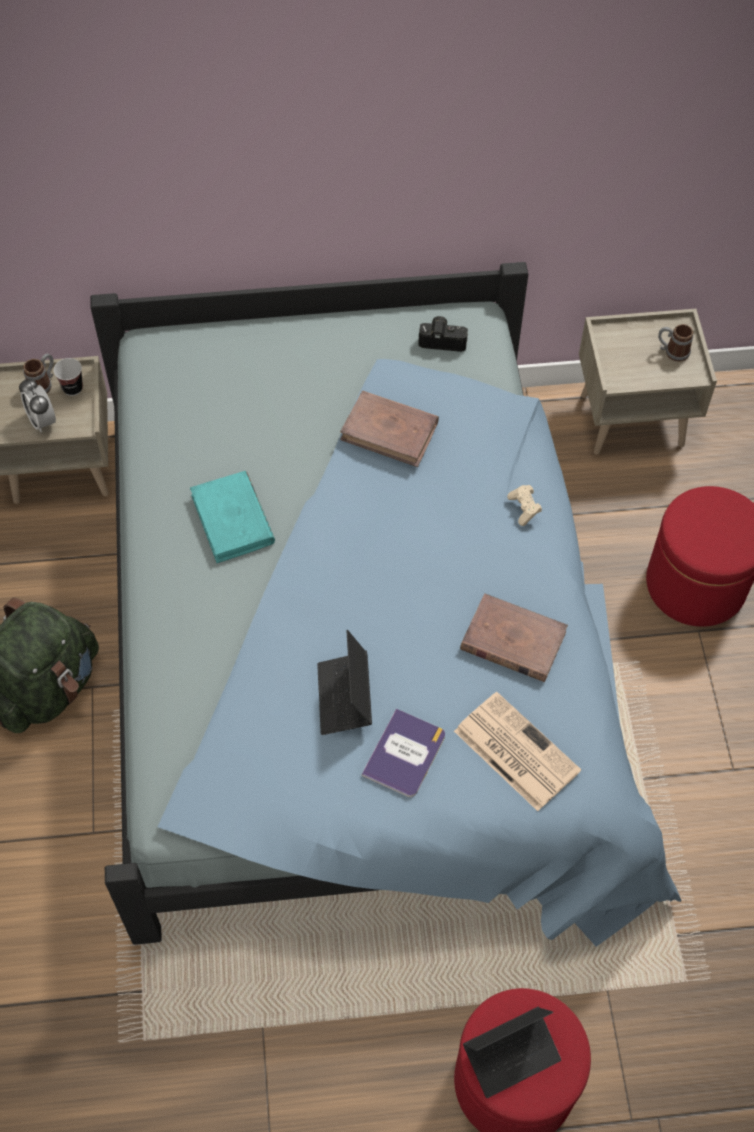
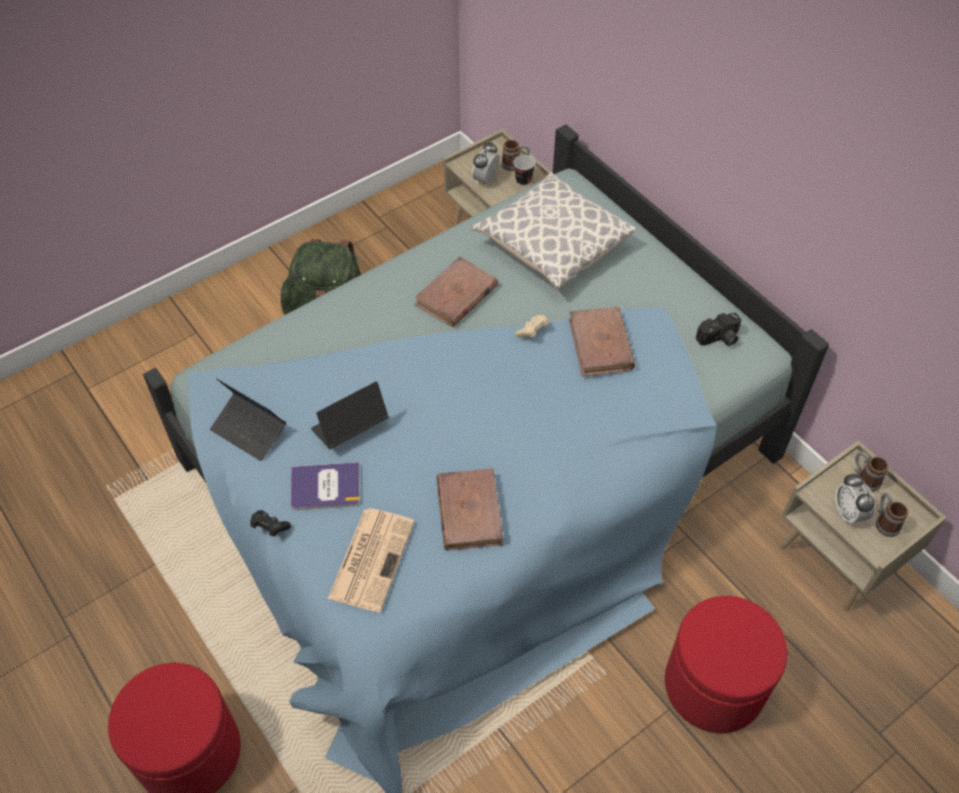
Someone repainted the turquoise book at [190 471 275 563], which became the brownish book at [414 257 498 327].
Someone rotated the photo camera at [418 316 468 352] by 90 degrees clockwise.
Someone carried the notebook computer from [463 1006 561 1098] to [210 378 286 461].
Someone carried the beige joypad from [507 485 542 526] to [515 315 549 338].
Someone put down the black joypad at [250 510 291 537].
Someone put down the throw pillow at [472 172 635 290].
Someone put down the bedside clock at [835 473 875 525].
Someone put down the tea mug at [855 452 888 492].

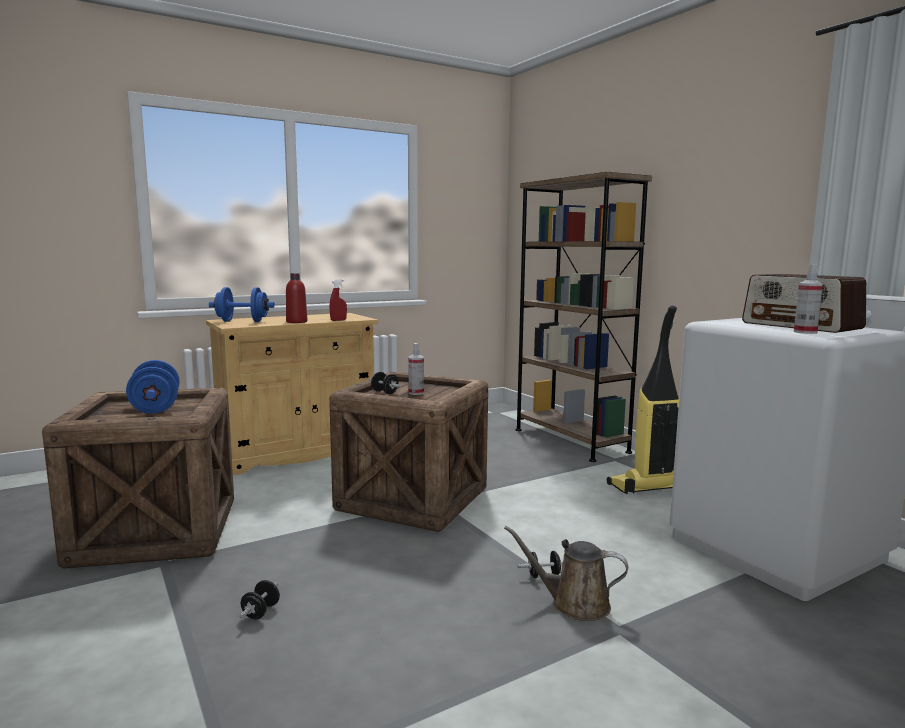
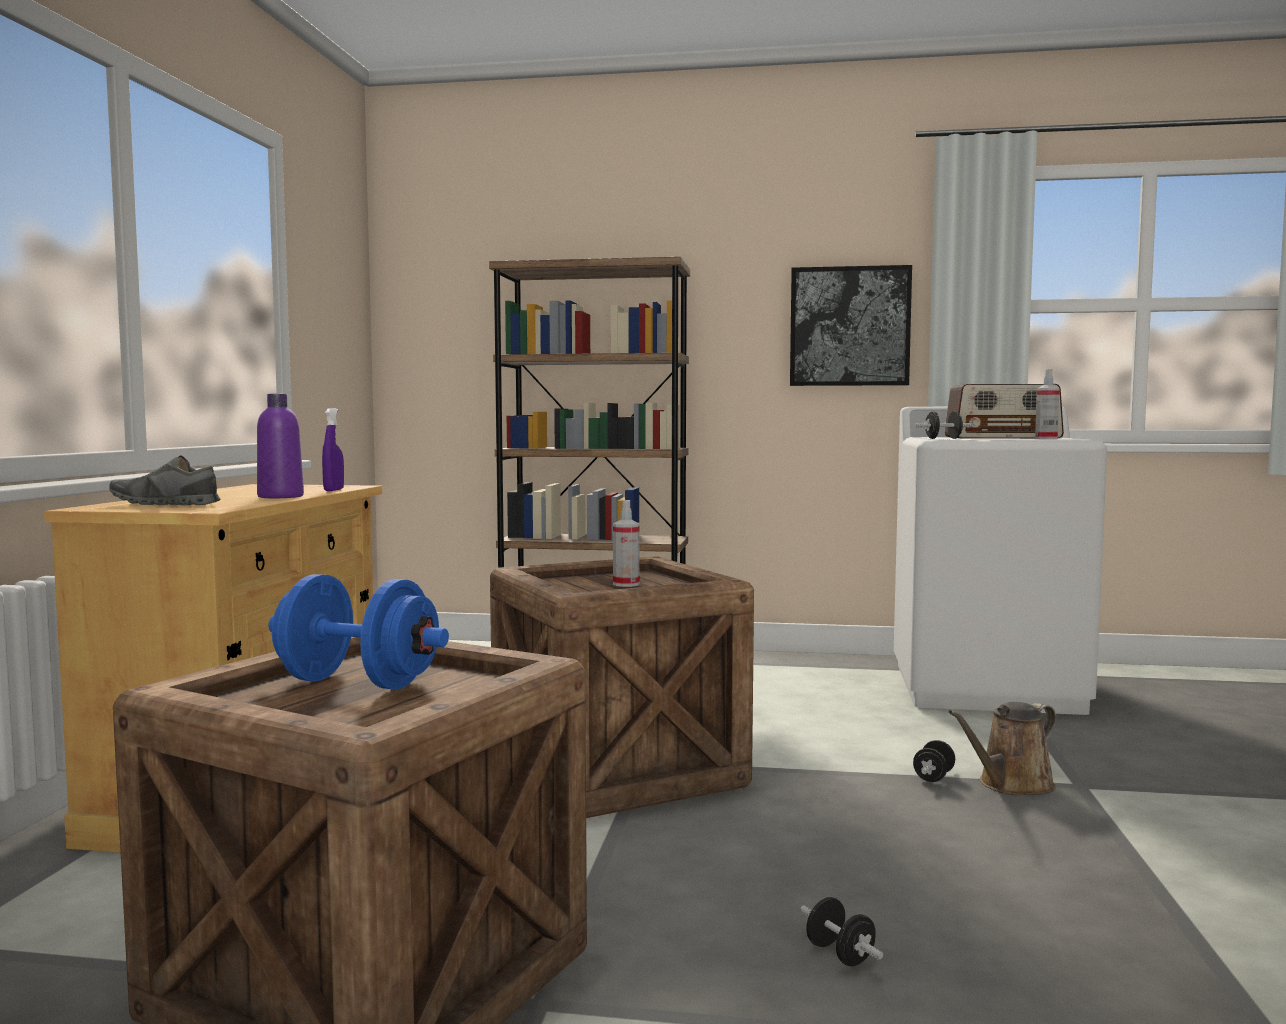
Someone swapped the blue-coloured hand weight at [209 287 275 322] for the greyish low shoe at [109 456 220 505].
Someone repainted the reddish bottle at [286 273 307 323], which became the purple-coloured bottle at [257 394 304 498].
Someone repainted the reddish spray bottle at [330 279 347 321], which became the purple-coloured spray bottle at [322 408 344 491].
Someone carried the black hand weight from [369 372 400 394] to [915 411 973 439].
Someone took away the hoover at [607 305 679 494].
Someone put up the wall picture at [790 265 912 386].

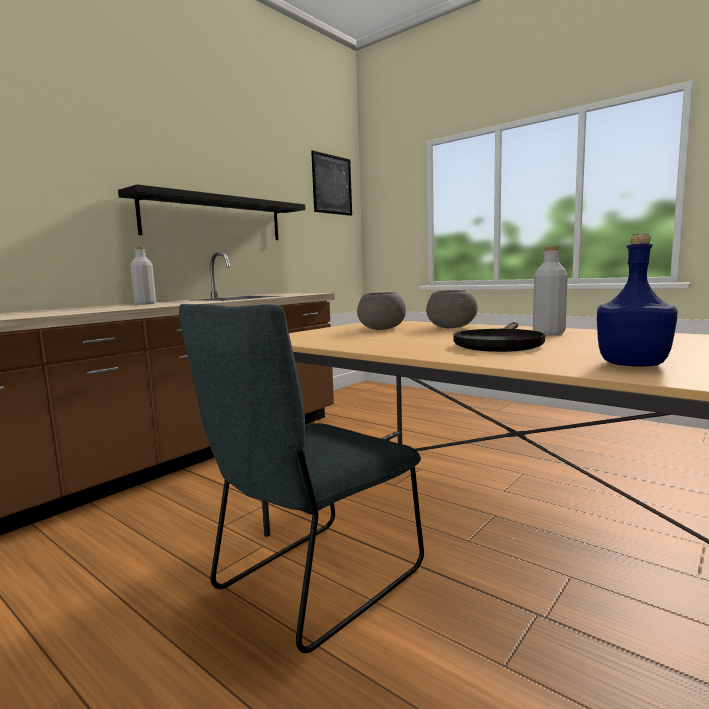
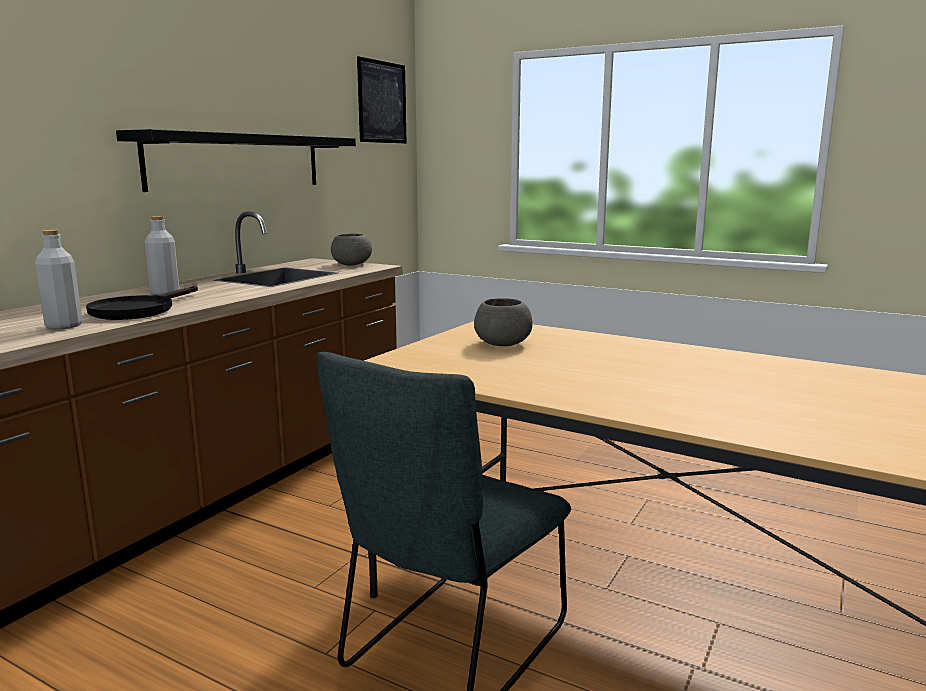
Someone carried the greyish bowl from [426 290 478 328] to [331 234 372 266].
Someone carried the black pan from [454 322 545 352] to [86 286 198 320].
Someone carried the greyish bottle from [533 247 568 335] to [35 230 83 329].
Someone took away the blue-coloured bottle at [597 233 678 367].

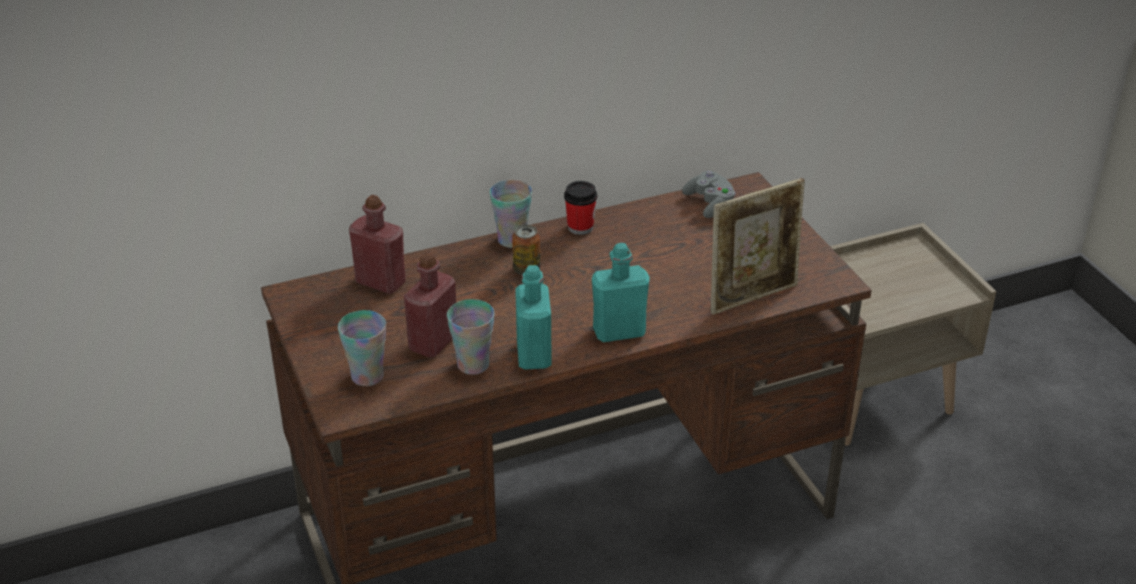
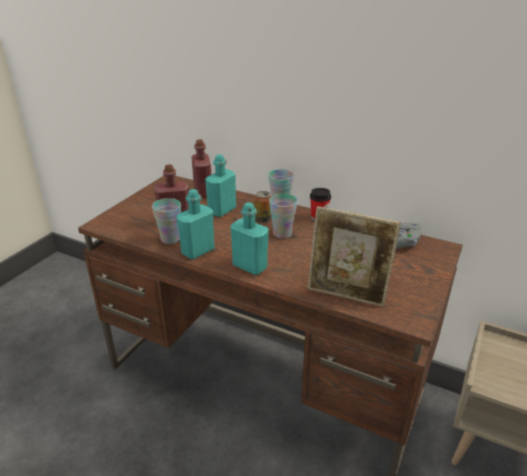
Someone carried the cup from [338 310 386 386] to [269 193 298 239].
Someone put down the turquoise bottle at [205 154 236 217].

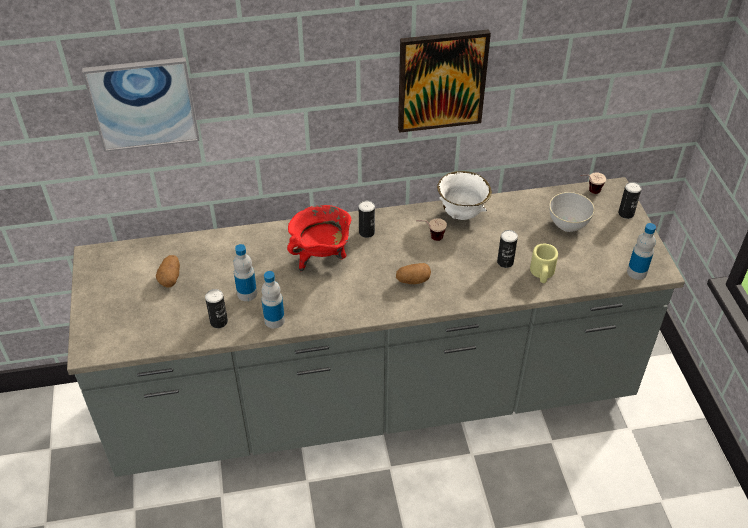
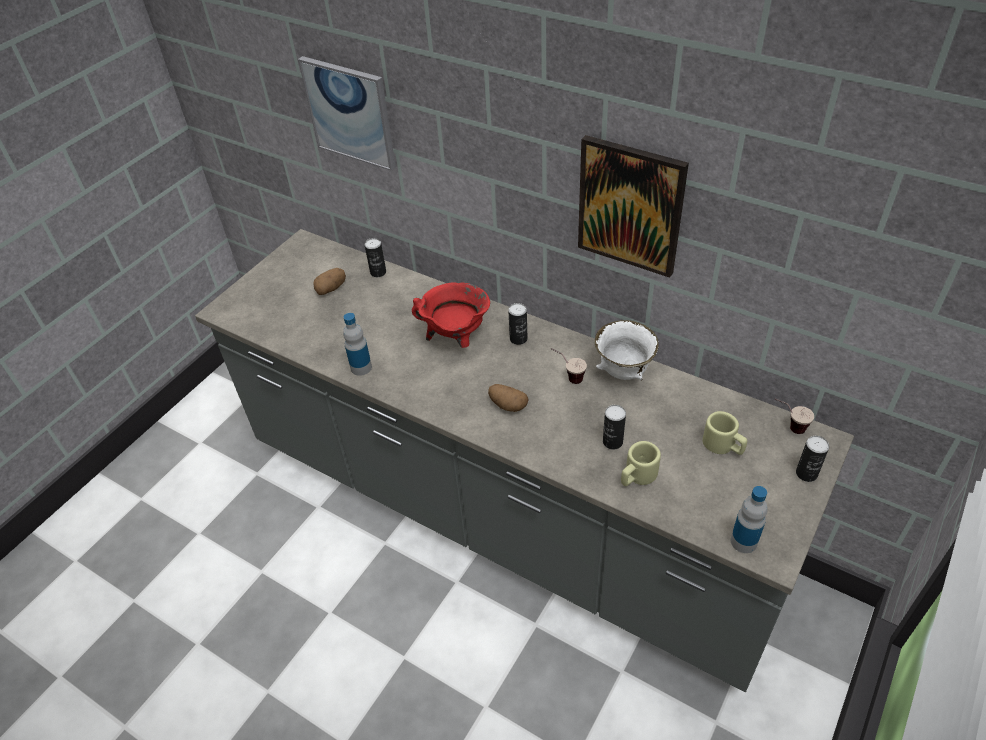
Someone carried the metal can from [205 289 228 328] to [365 238 386 277].
Someone took away the bottle at [233 244 257 301].
Someone swapped the greyish bowl at [550 192 595 232] for the beige tea mug at [702 411 747 455].

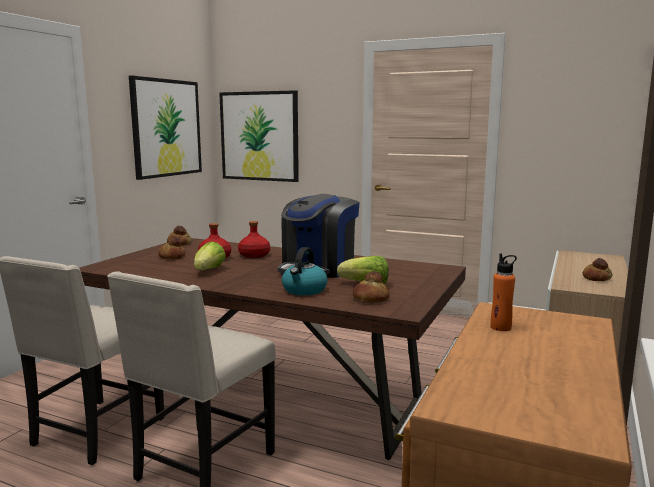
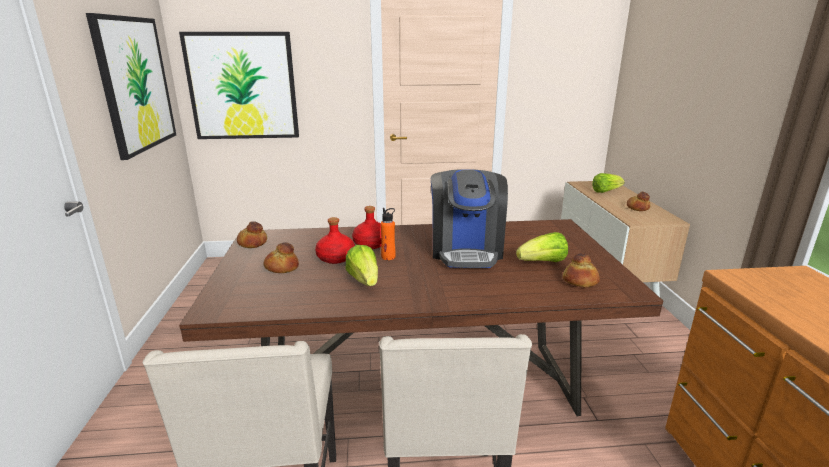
Someone took away the water kettle at [282 247 328 295].
Someone carried the orangey bottle from [490 253 517 331] to [380 208 396 260].
Someone put down the lettuce at [592 173 625 193].

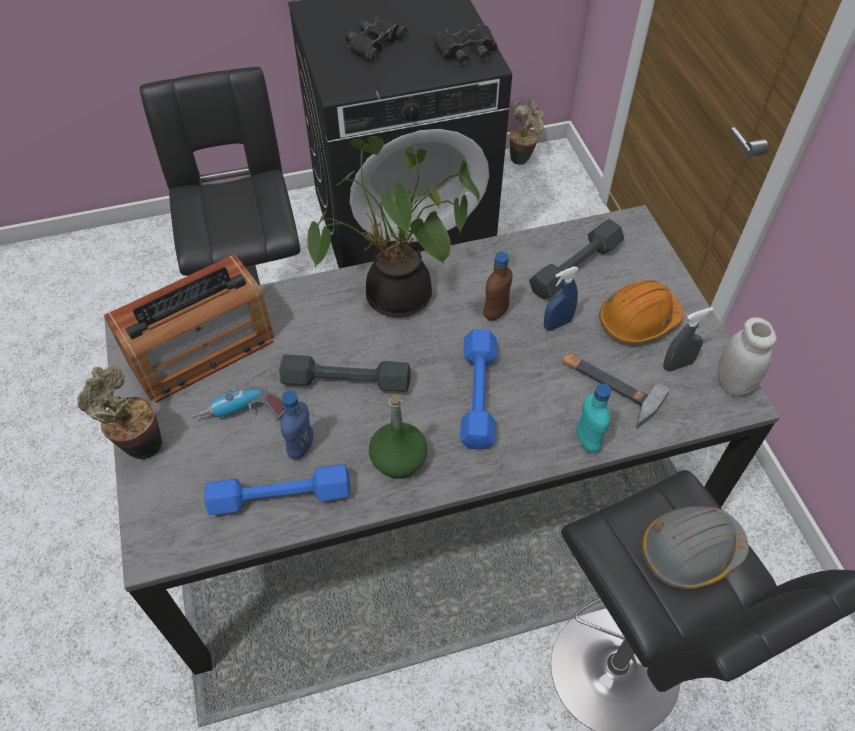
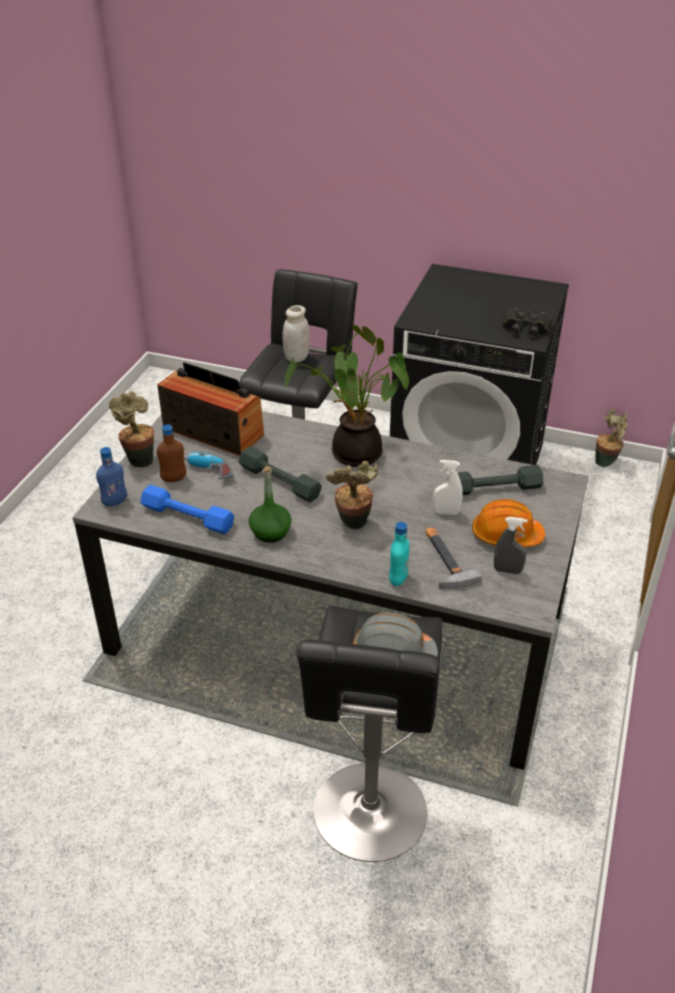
Someone rotated the radio receiver at [104 254 274 403] by 150 degrees counterclockwise.
Someone carried the blue-coloured bottle from [280 391 314 460] to [96 447 127 507].
Someone took away the black field glasses at [345 17 407 62].
Someone swapped the blue-coloured hand weight at [460 329 498 449] for the houseplant at [326 461 378 529].
Someone carried the brownish bottle from [484 252 512 320] to [157 424 186 482].
Someone repainted the blue-coloured spray bottle at [544 267 579 331], which became the white spray bottle at [433 460 463 515].
Someone carried the white preserve jar from [718 317 777 397] to [282 305 310 363].

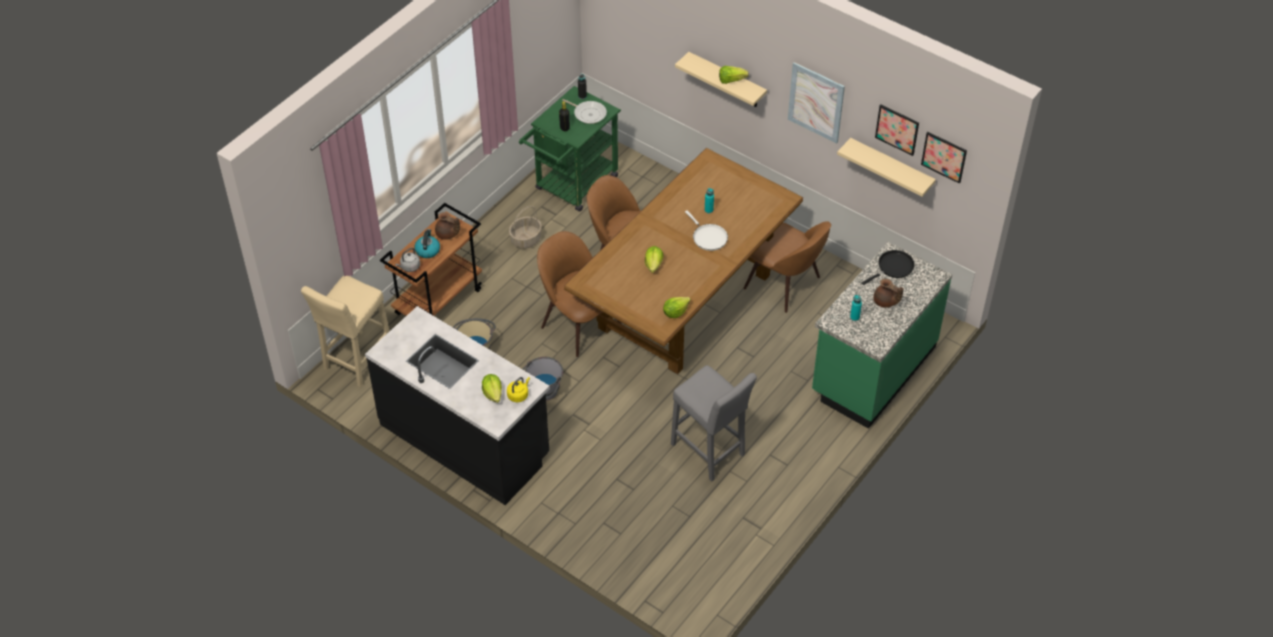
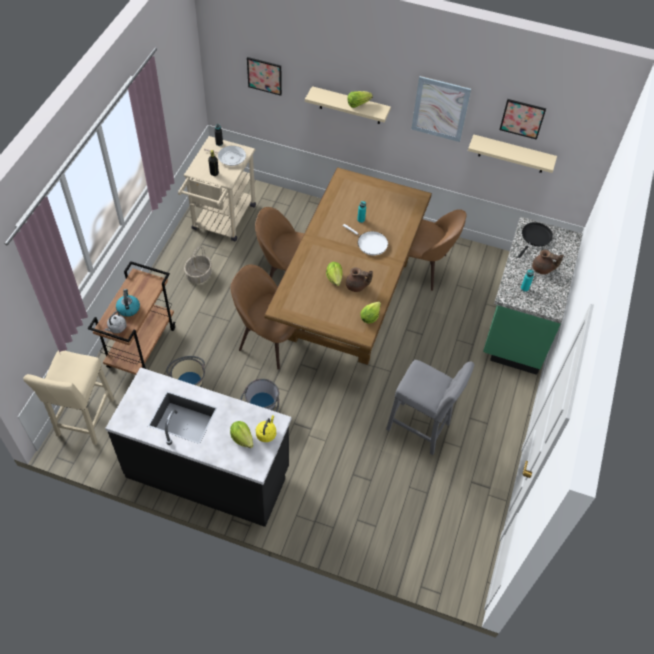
Someone carried the brownish teapot from [435 212 460 240] to [346 267 373 292].
Someone repainted the green-coloured cart at [519 86 621 212], which became the beige cart at [178 136 256 242].
Someone carried the wall picture from [921 132 967 184] to [247 57 282 96].

